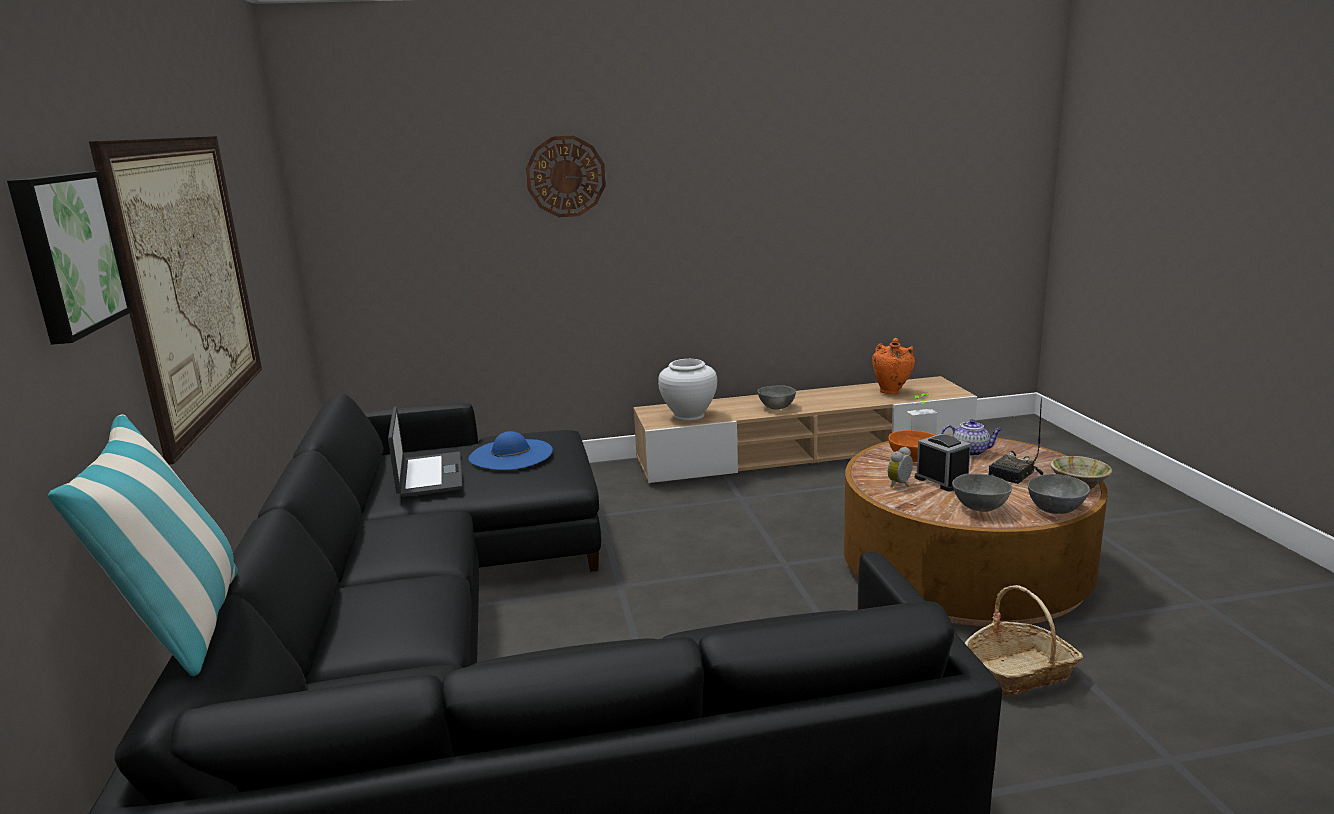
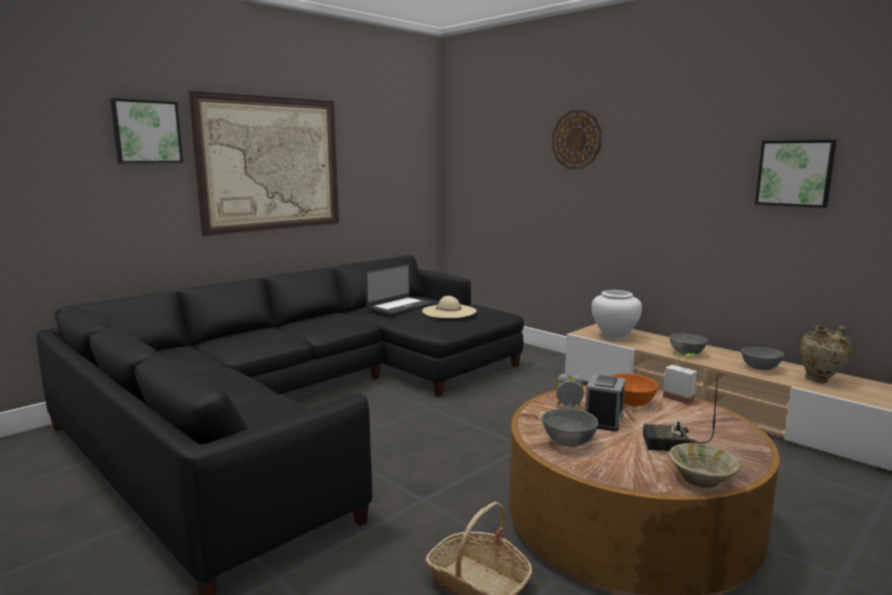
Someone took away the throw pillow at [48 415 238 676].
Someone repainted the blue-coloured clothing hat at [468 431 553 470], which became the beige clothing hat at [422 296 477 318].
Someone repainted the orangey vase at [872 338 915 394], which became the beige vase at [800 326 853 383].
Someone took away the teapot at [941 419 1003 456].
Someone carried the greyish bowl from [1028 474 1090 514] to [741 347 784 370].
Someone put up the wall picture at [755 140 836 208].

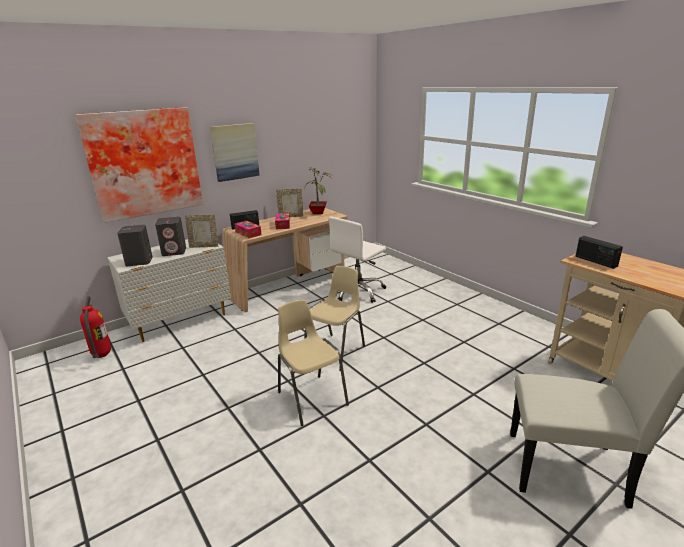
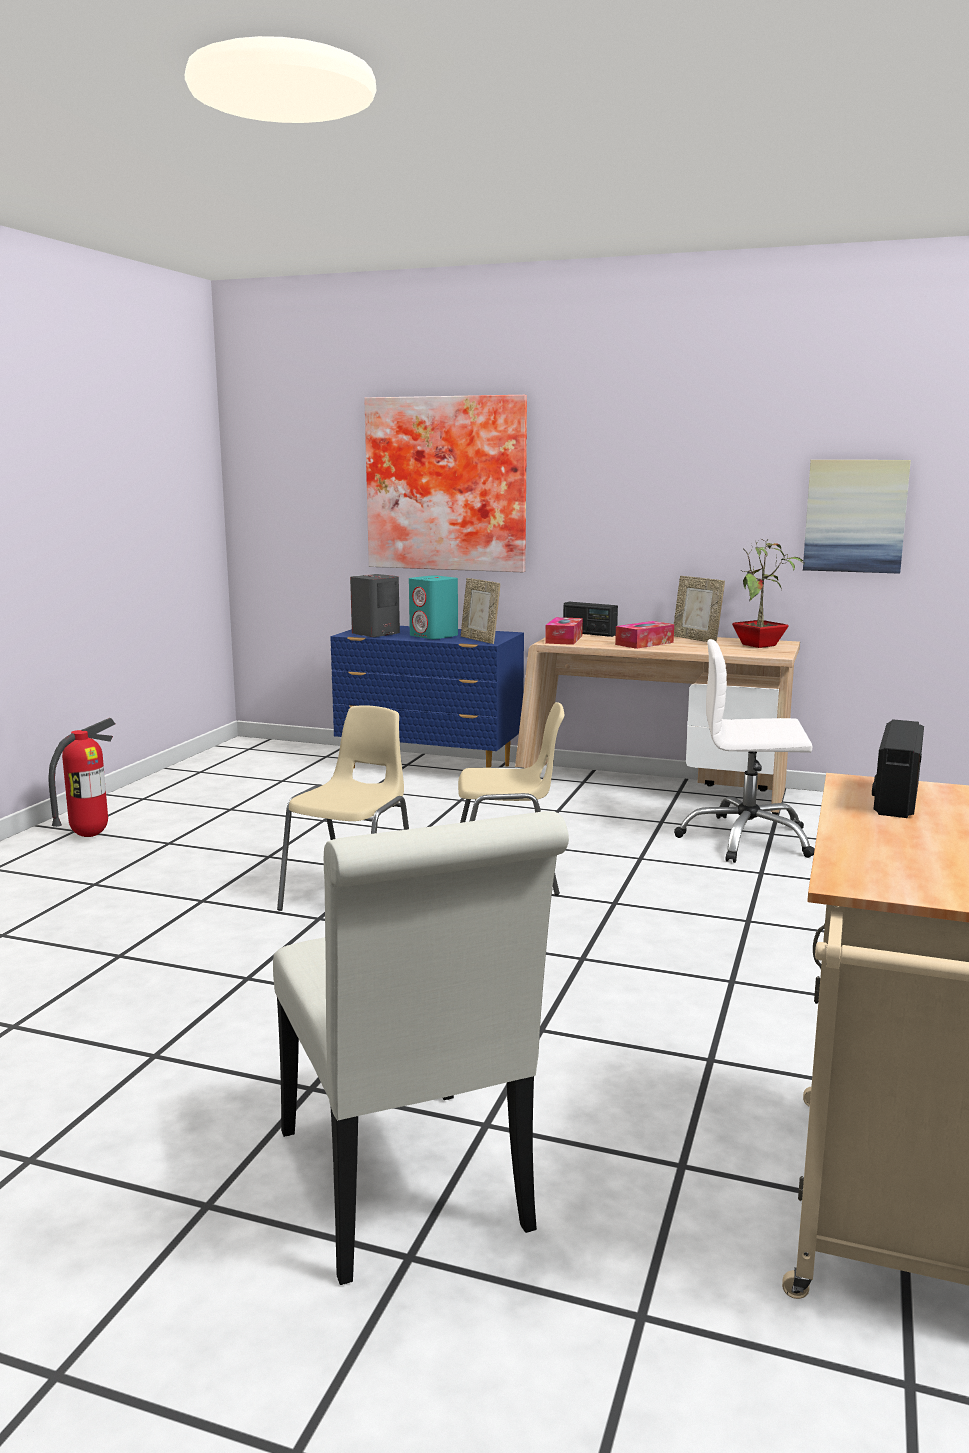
Someone carried the fire extinguisher from [80 296 111 358] to [48 718 115 837].
Someone repainted the white chest of drawers at [107 239 231 342], which became the blue-coloured chest of drawers at [330 626 524 769].
Someone repainted the greyish audio speaker at [155 217 186 256], which became the turquoise audio speaker at [409 576 458 639].
Someone carried the wall picture from [210 123 260 182] to [803 460 911 574].

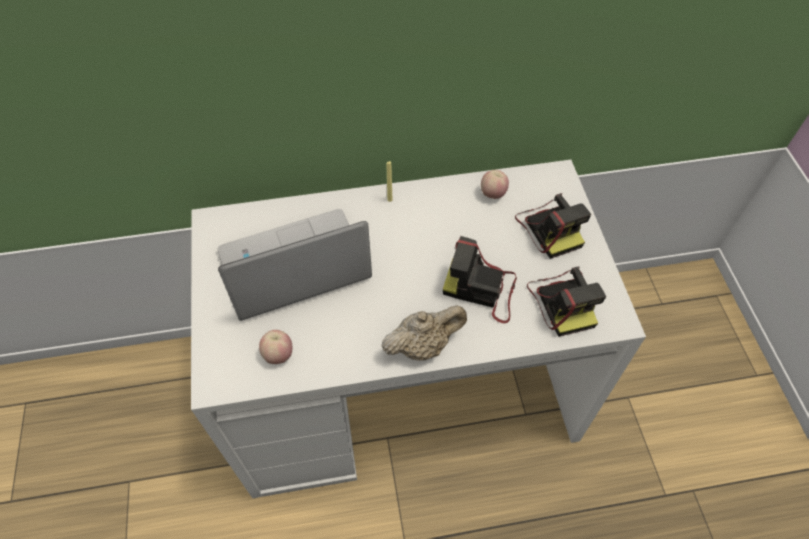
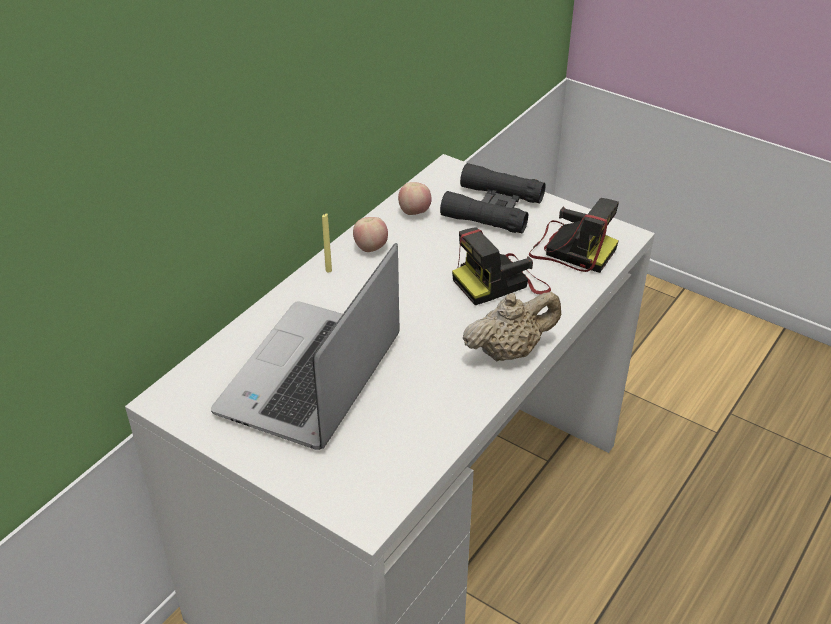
Someone carried the apple fruit from [259 330 292 364] to [353 217 388 252].
Someone rotated the beige teapot at [382 305 467 361] by 45 degrees clockwise.
Someone swapped the photo camera at [515 193 591 259] for the black field glasses at [440 163 546 233].

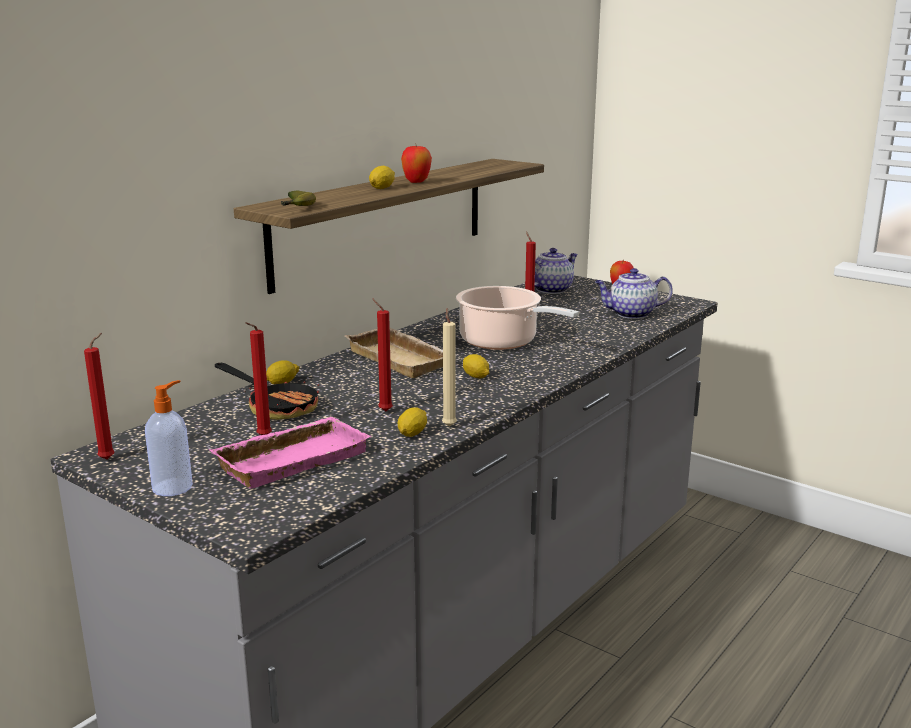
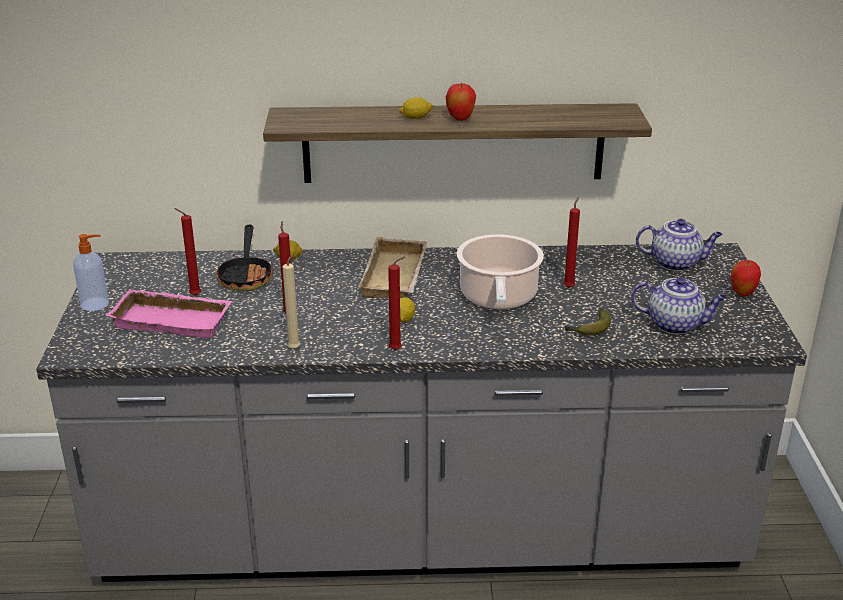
Someone carried the reddish wax candle from [84 333 114 460] to [388 256 405 350].
Someone carried the whole banana from [281 190 316 206] to [565 308 611 335].
Someone took away the lemon at [398 408 427 437].
Someone rotated the teapot at [595 268 673 319] by 150 degrees clockwise.

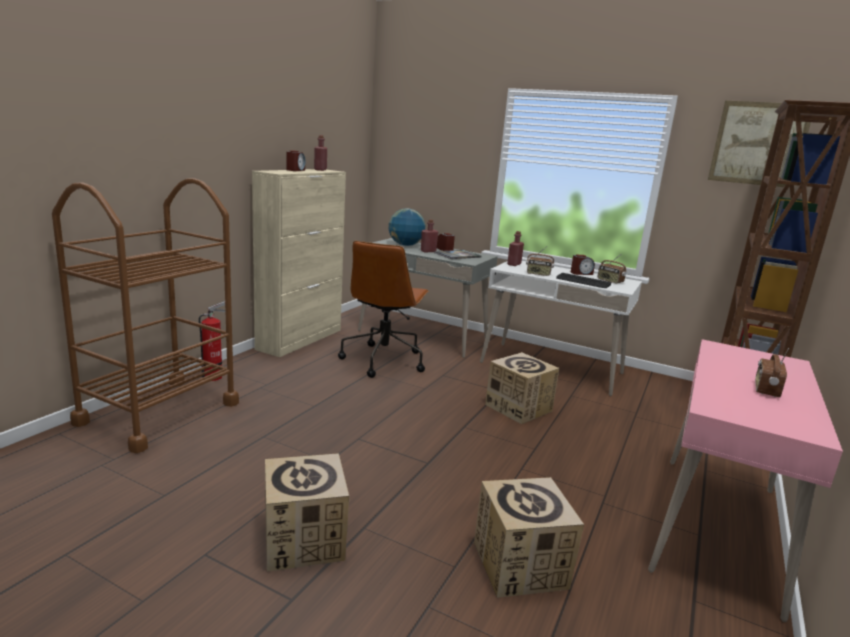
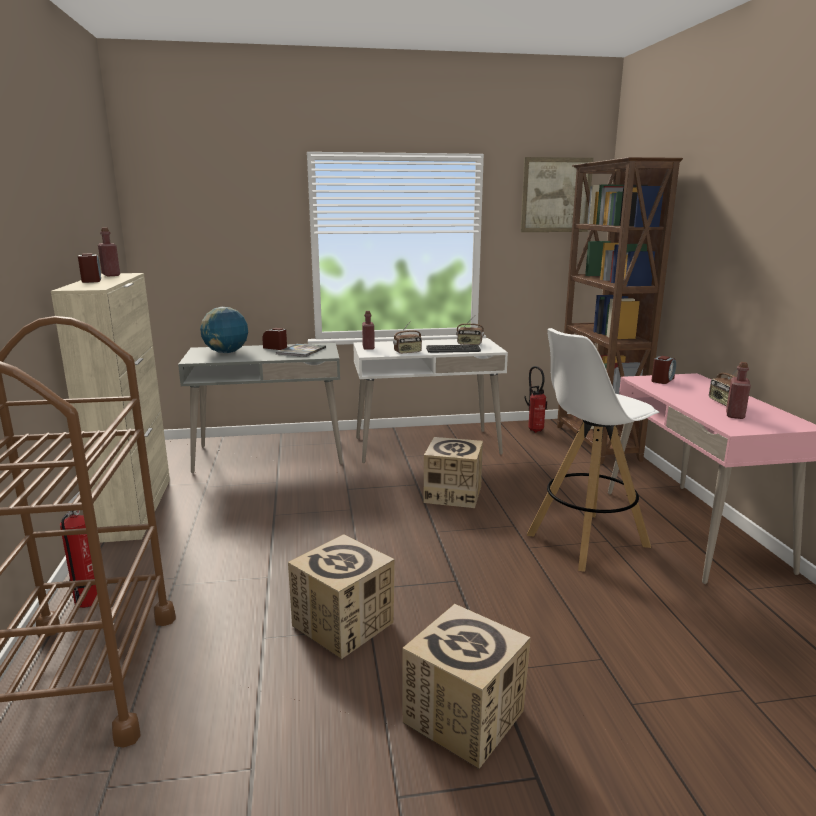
Someone took away the brownish desk chair at [338 241 429 378].
Someone carried the reddish bottle from [421 219 438 252] to [726 362 751 419].
Someone carried the cardboard box from [474 477 584 598] to [288 534 395 659].
Someone carried the bedside clock from [571 255 595 275] to [651 356 676 384].
Someone put down the fire extinguisher at [524 366 547 433].
Someone put down the white stool at [527 328 659 572].

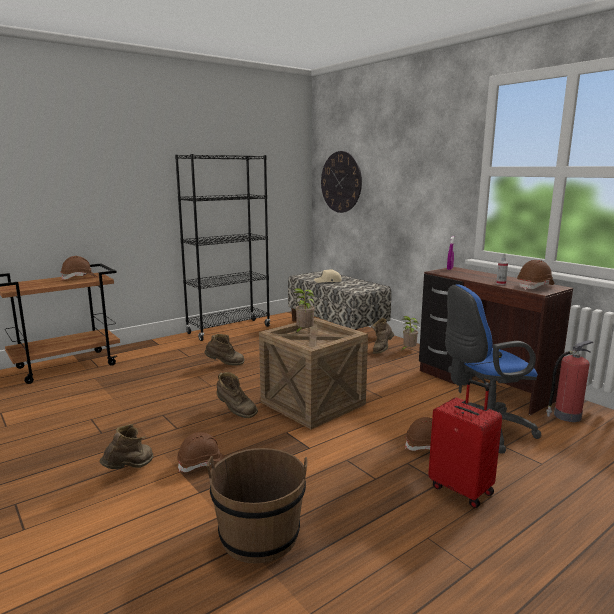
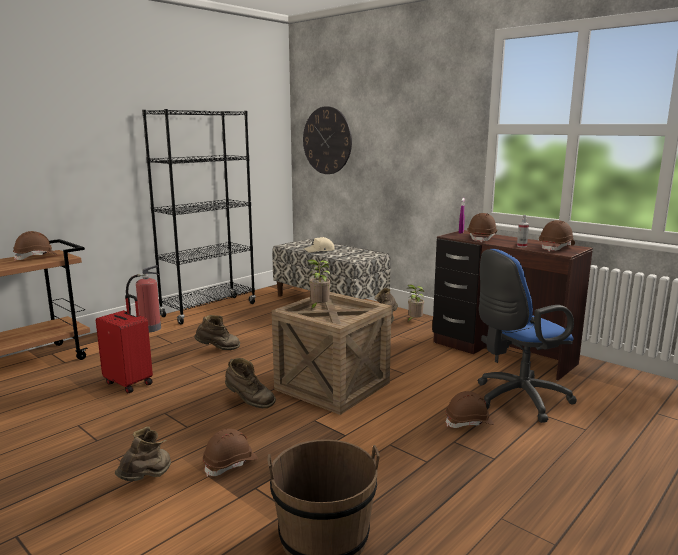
Someone carried the reddish suitcase from [428 380 502 508] to [96 294 153 393].
Someone carried the fire extinguisher from [546 340 594 422] to [126 265 161 332].
Someone put down the brownish hard hat at [467 213 497 242].

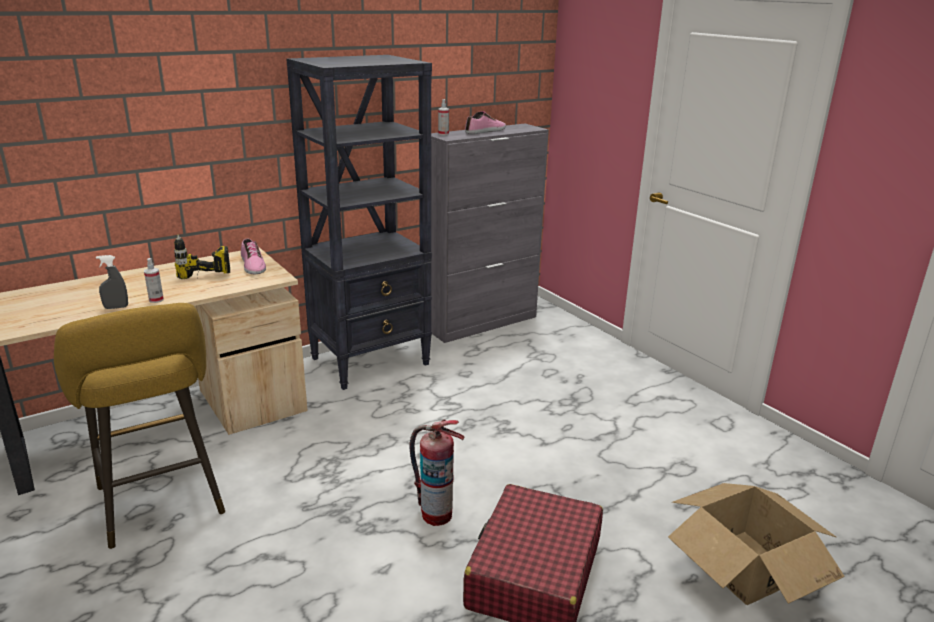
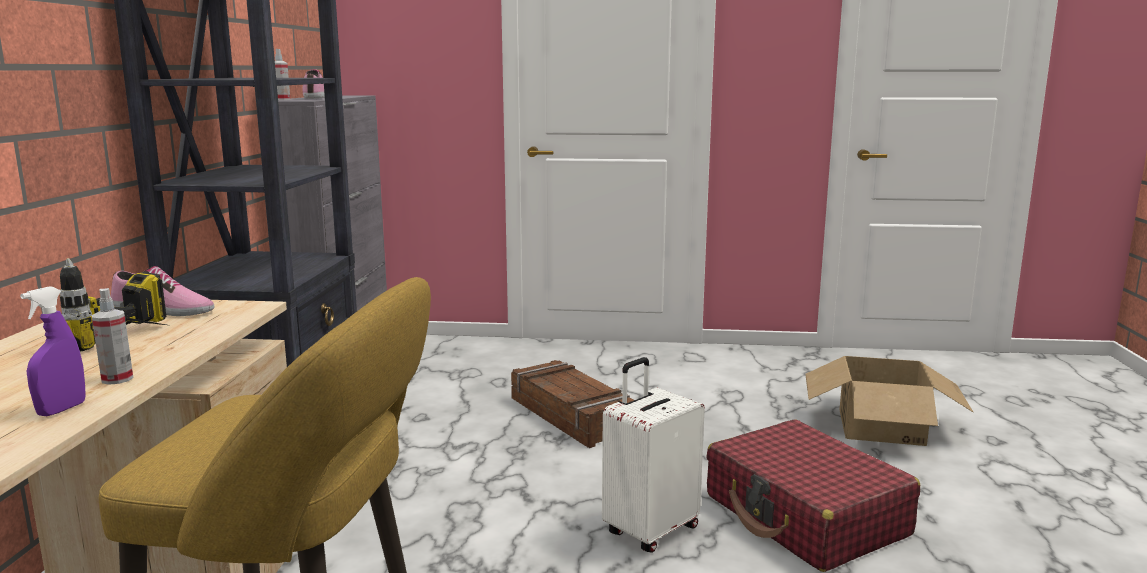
Someone repainted the greyish spray bottle at [96 255 128 309], which became the purple-coloured spray bottle at [20 286 86 416].
Someone swapped the fire extinguisher at [410 419 464 526] for the white suitcase at [602 357 705 553].
Someone put down the crate at [511 360 634 448].

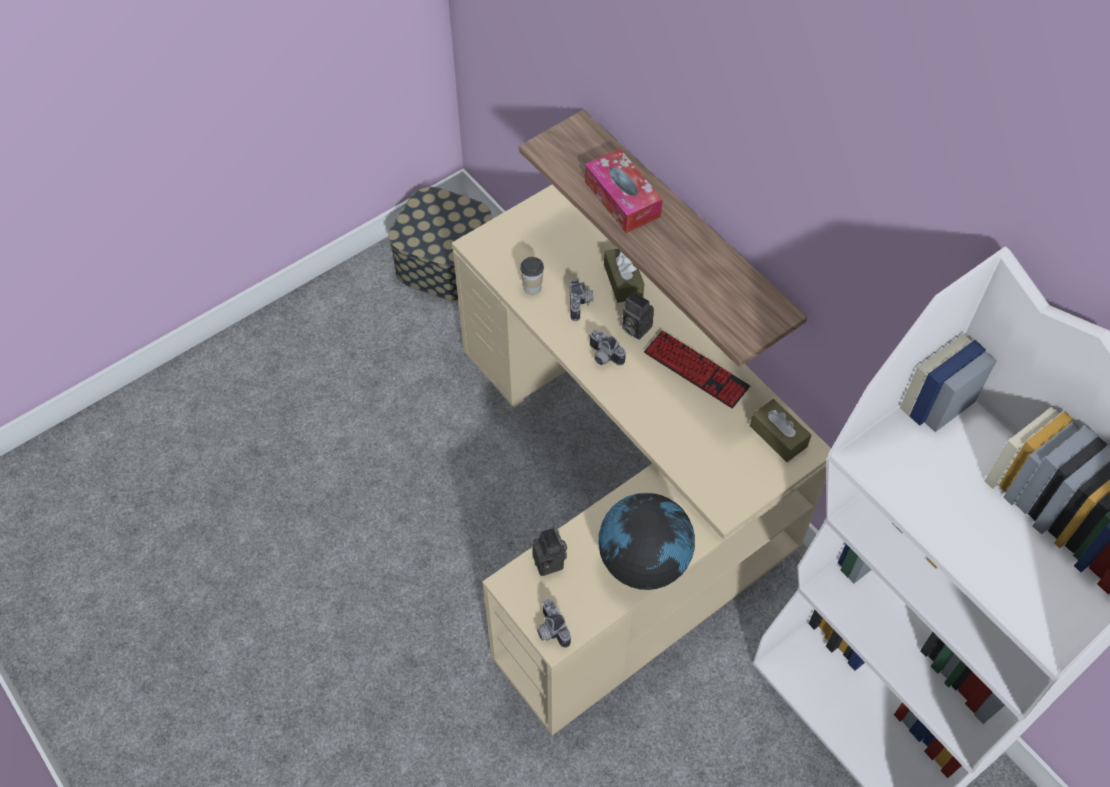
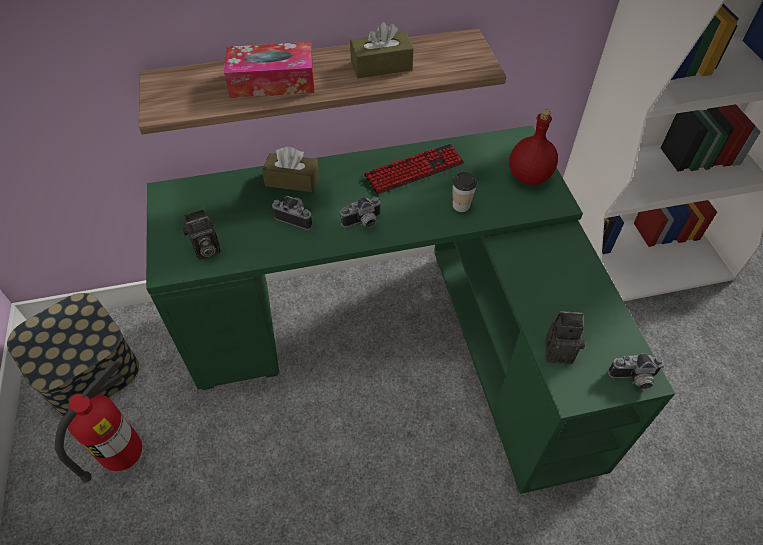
Someone repainted the beige desk unit at [452 184 831 735], which became the green-coloured desk unit at [146 125 675 494].
Someone carried the cup from [520 257 544 294] to [453 172 477 212].
Someone took away the world globe at [598 493 695 590].
Someone carried the photo camera from [622 292 654 340] to [182 209 221 260].
Someone carried the brownish tissue holder from [750 399 811 462] to [350 22 414 78].
Someone put down the fire extinguisher at [55 361 142 482].
Someone put down the reddish bottle at [509 109 558 185].

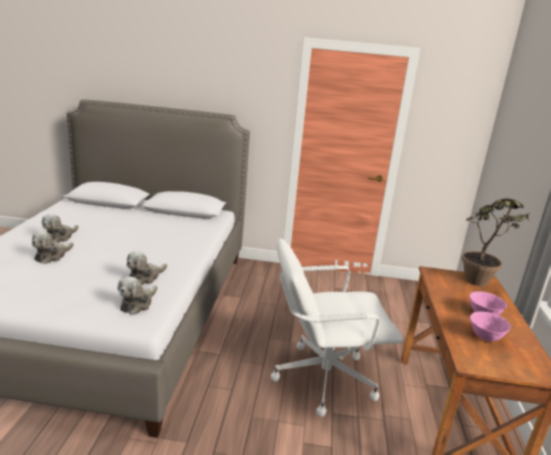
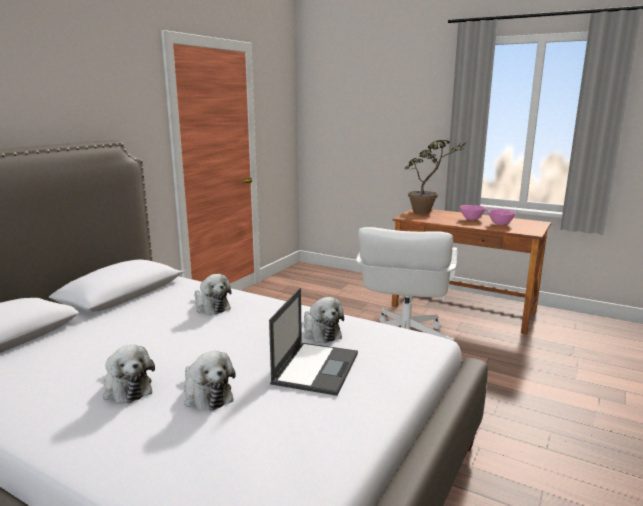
Someone carried the cuddly toy from [118 276 157 315] to [195 274 232 314].
Someone put down the notebook computer at [269 288 358 396].

